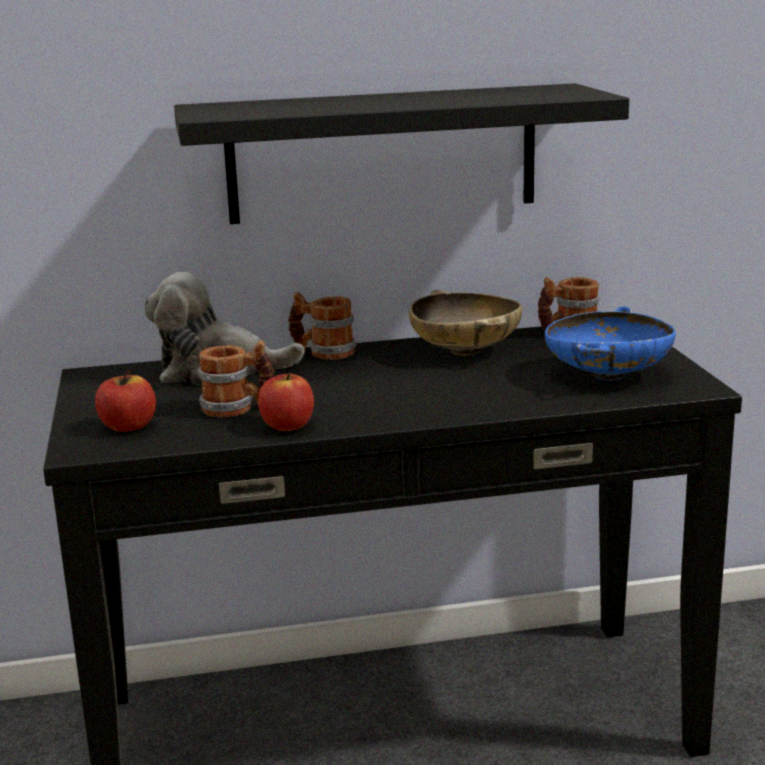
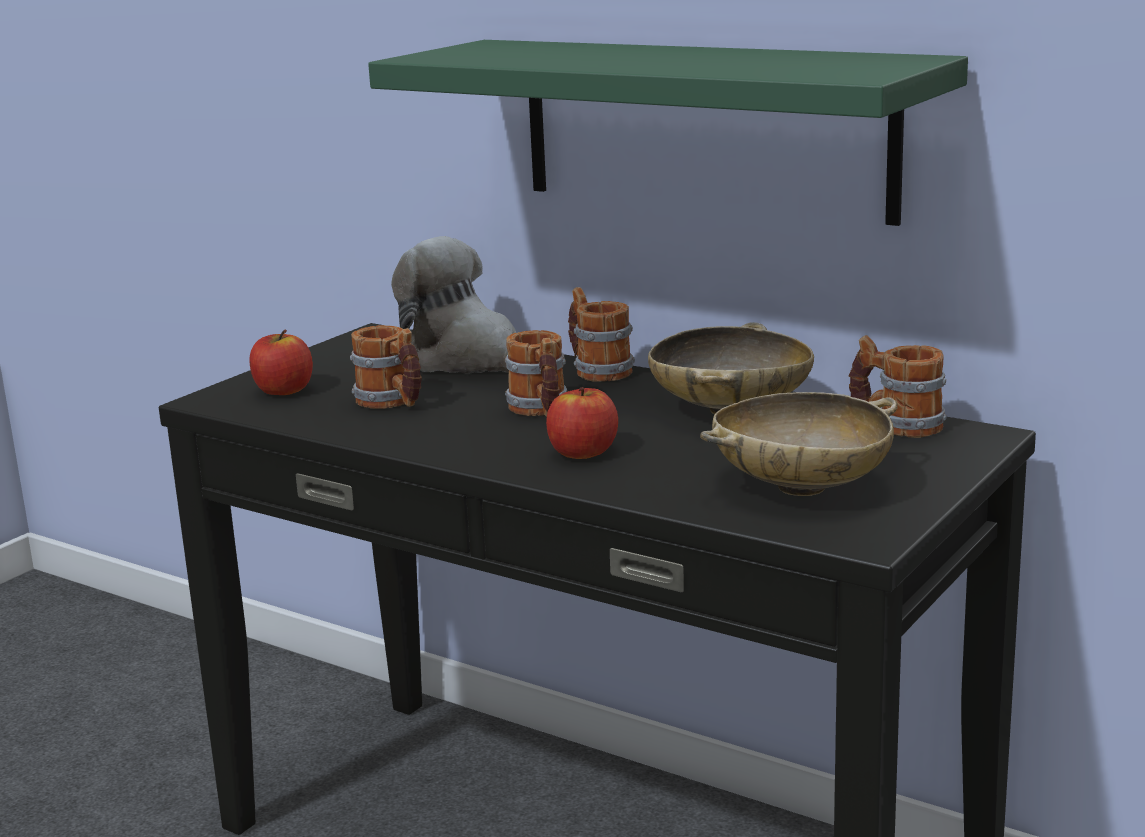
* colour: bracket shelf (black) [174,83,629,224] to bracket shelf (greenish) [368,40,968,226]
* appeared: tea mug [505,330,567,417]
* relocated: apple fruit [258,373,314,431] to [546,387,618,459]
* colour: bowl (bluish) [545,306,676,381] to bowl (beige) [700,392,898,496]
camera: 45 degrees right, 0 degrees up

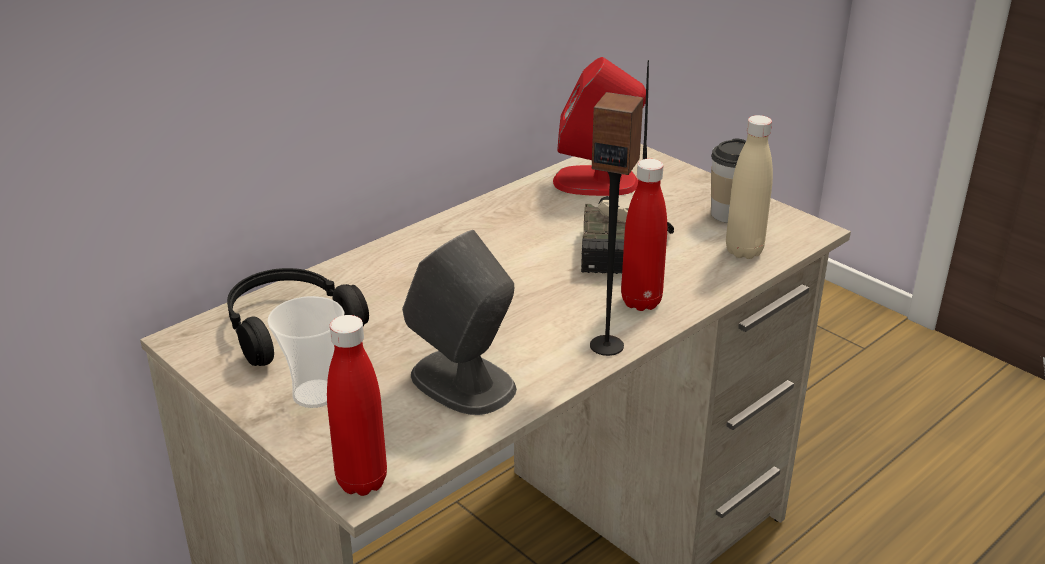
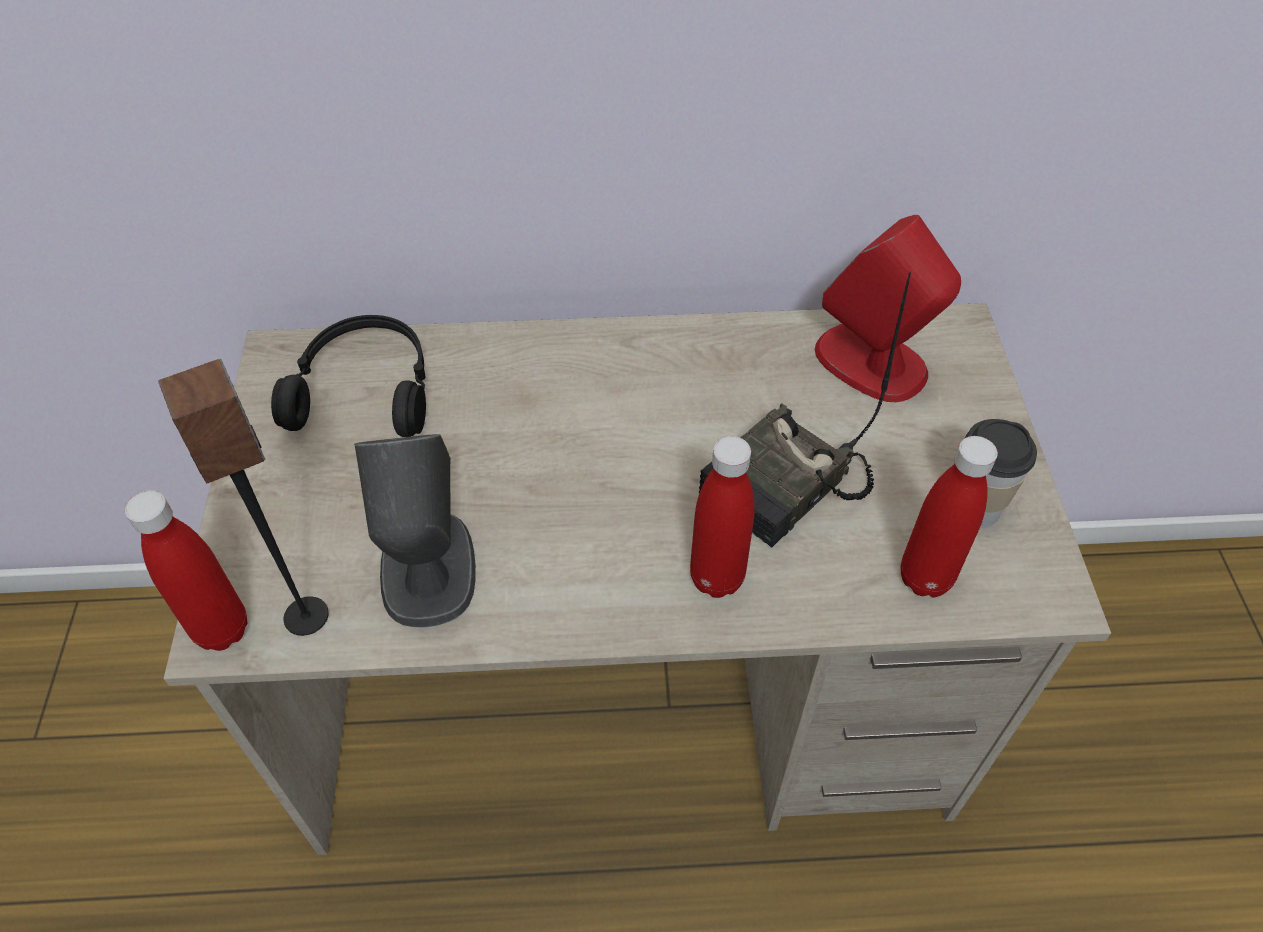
* relocated: loudspeaker [590,92,643,356] to [158,359,329,636]
* colour: beverage bottle (beige) [726,115,773,259] to beverage bottle (red) [901,436,998,597]
* missing: drinking cup [267,296,344,408]
camera: 40 degrees right, 20 degrees up

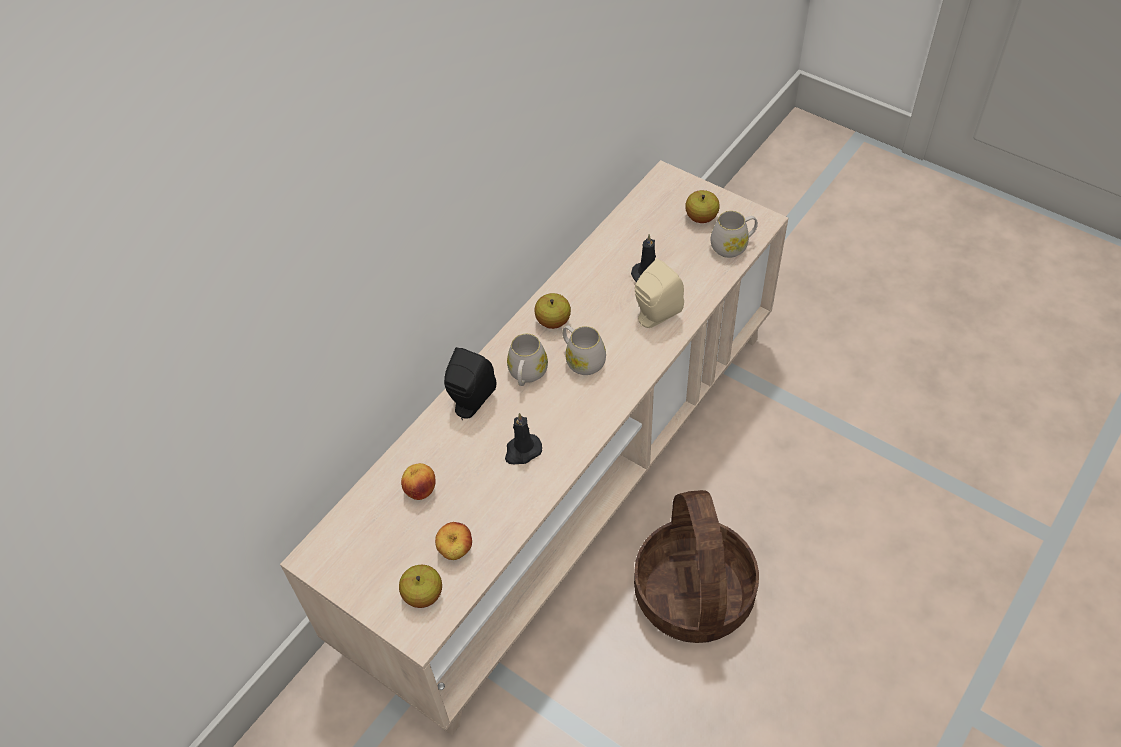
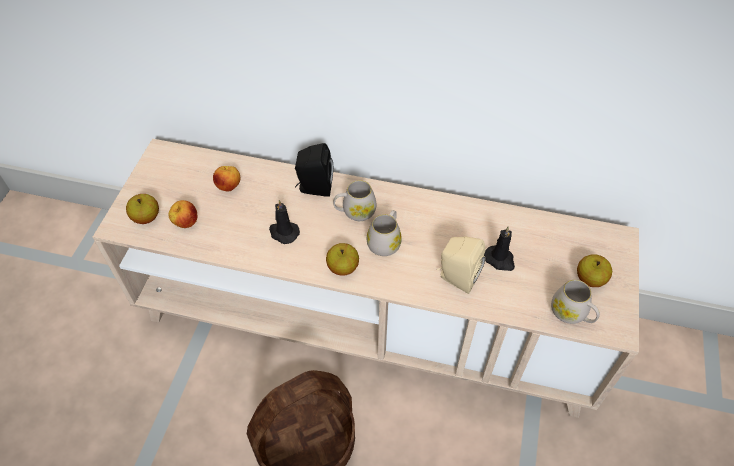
* relocated: apple fruit [534,293,571,329] to [326,243,359,276]
camera: 65 degrees right, 0 degrees up

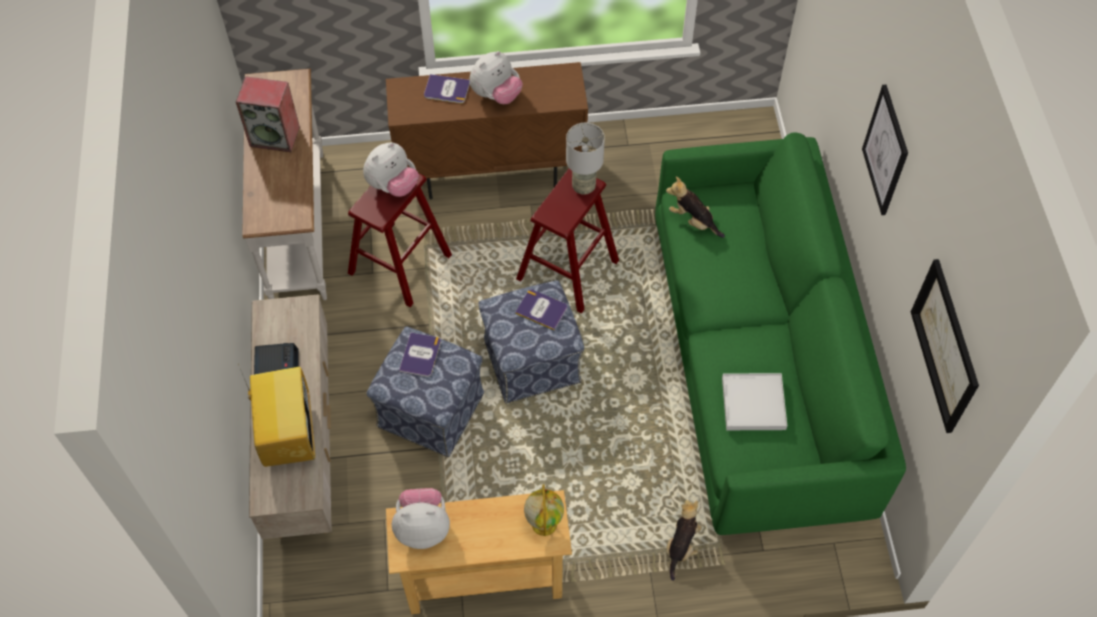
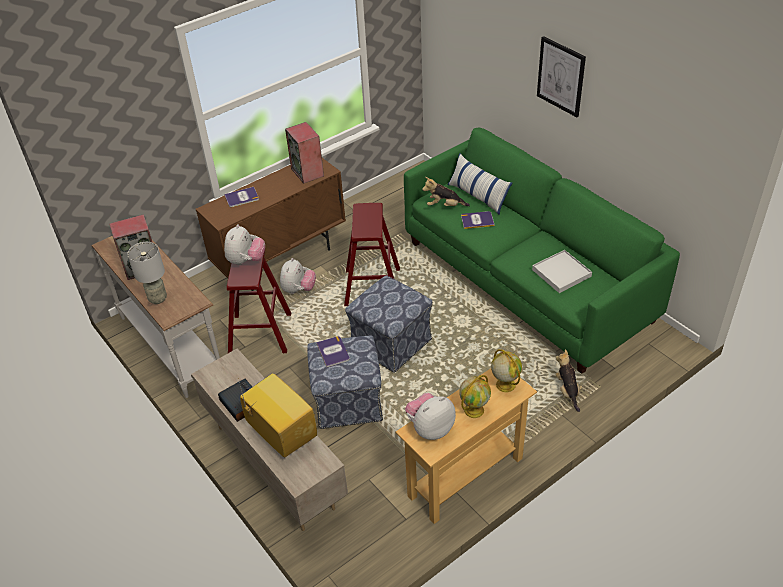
* relocated: tabletop lamp (grey) [566,123,605,195] to [127,242,167,304]
* relocated: soft toy [470,51,523,104] to [280,258,316,294]
* appeared: loudspeaker [285,122,324,184]
* appeared: pillow [447,153,512,215]
* appeared: desk globe [459,375,491,418]
* relocated: book [515,289,567,331] to [461,211,495,229]
* missing: wall picture [911,259,979,433]
camera: 30 degrees left, 15 degrees down

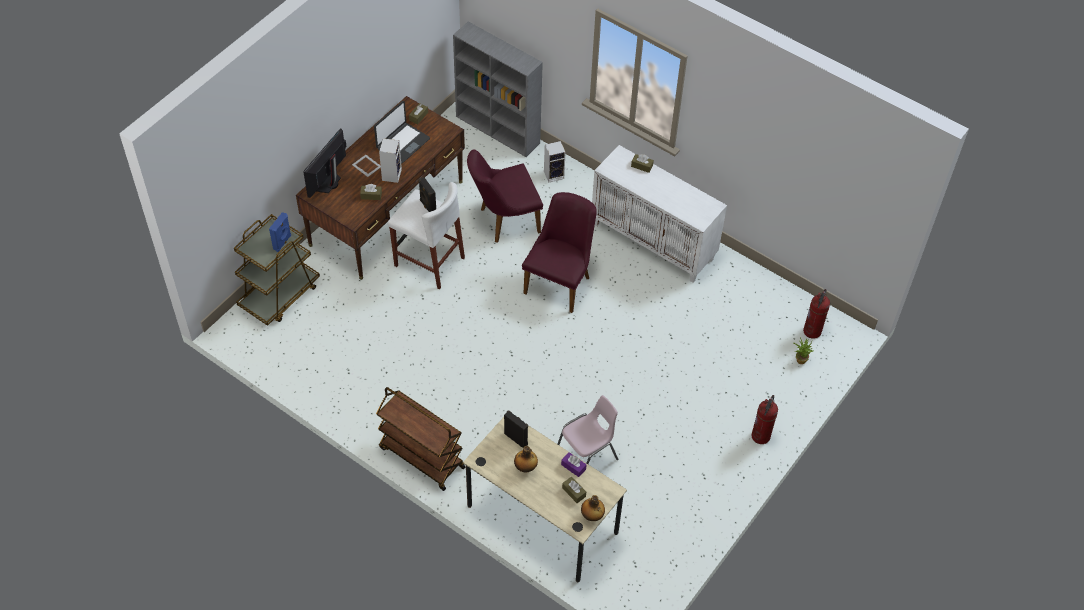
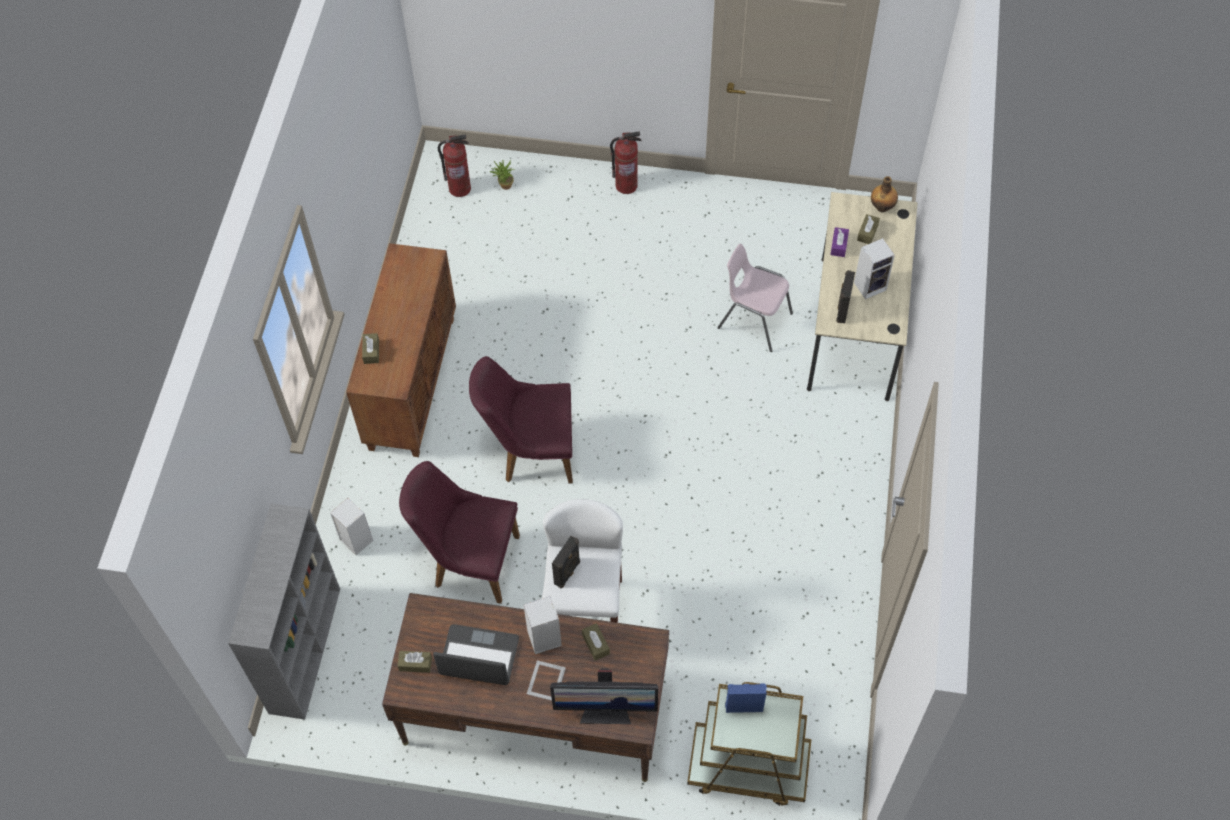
* colour: cupboard (white) [592,145,727,283] to cupboard (brown-coloured) [346,243,456,457]
* spun: chair (purple-coloured) [467,149,543,243] = [399,461,520,604] 150 degrees clockwise
* exchanged: beverage bottle [514,446,538,473] to loudspeaker [854,238,895,299]
* missing: wheeled cart (brown-coloured) [376,387,465,491]
camera: 115 degrees left, 5 degrees up

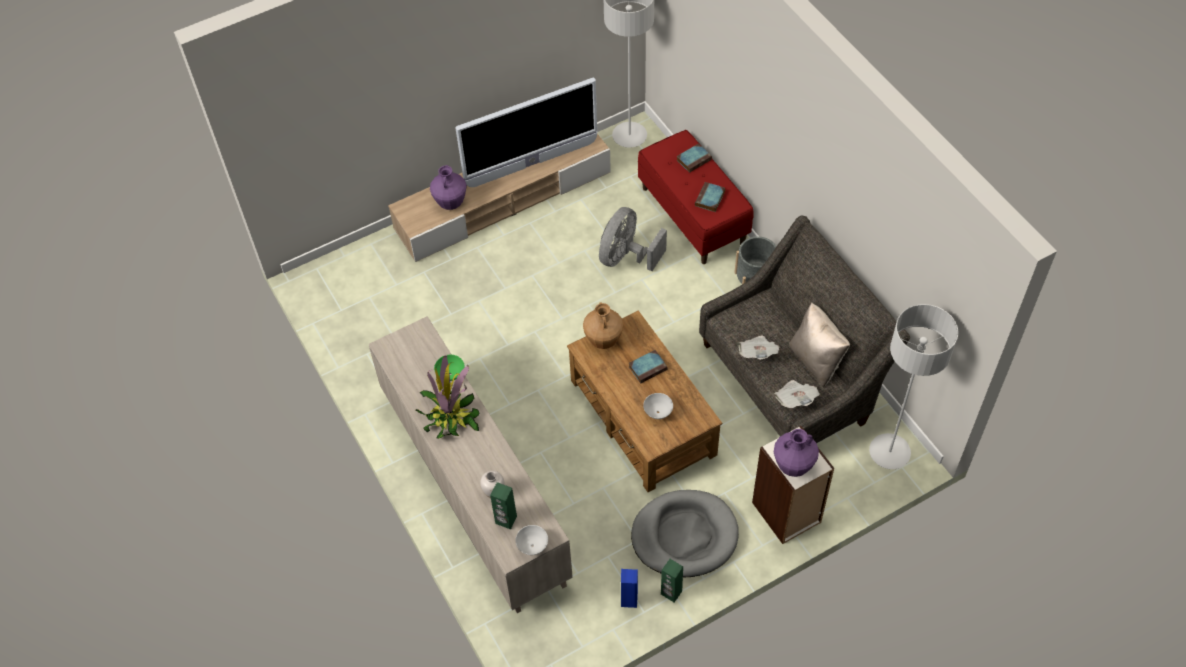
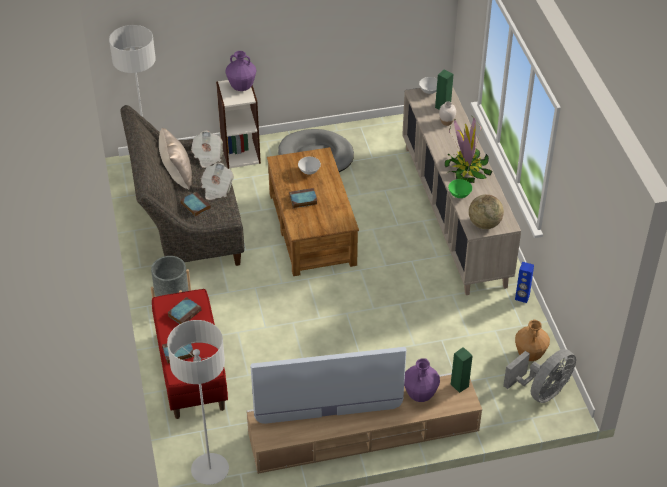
* appeared: book [181,192,211,217]
* relocated: loudspeaker (greenish) [661,559,683,602] to [451,347,473,393]
* appeared: desk globe [469,194,504,229]
* relocated: cooling fan (grey) [599,207,667,271] to [503,349,576,403]
* relocated: loudspeaker (bluish) [621,569,638,608] to [515,262,534,303]
* relocated: flower vase (brown-coloured) [583,302,623,349] to [515,320,550,361]
camera: 165 degrees left, 10 degrees down

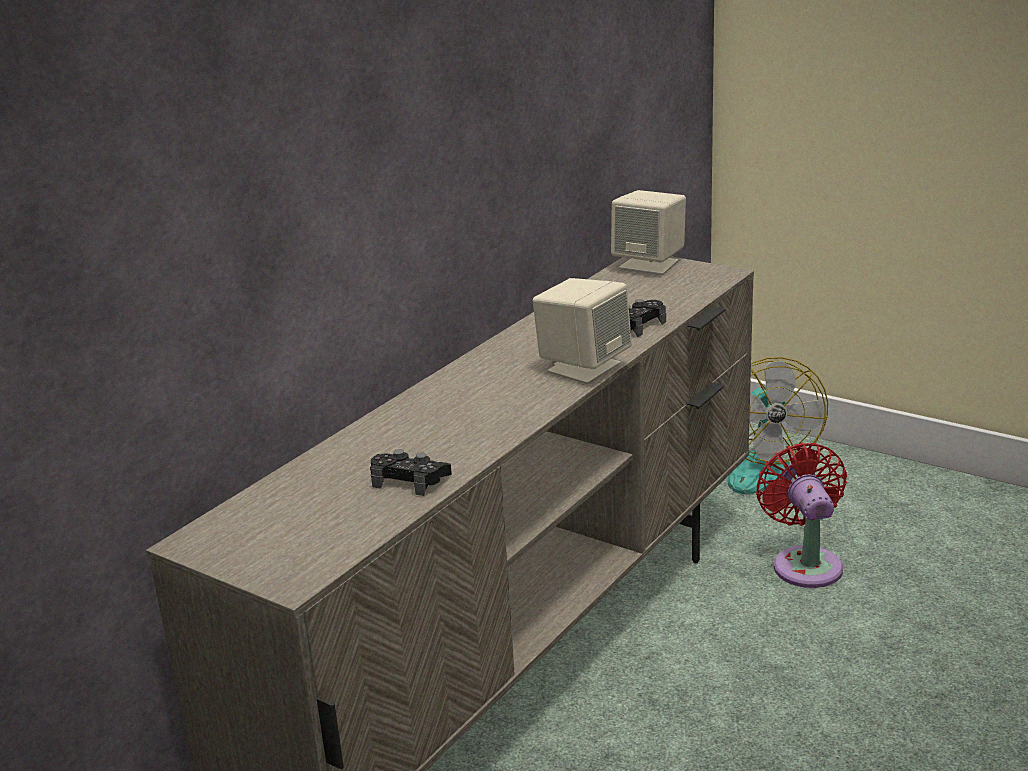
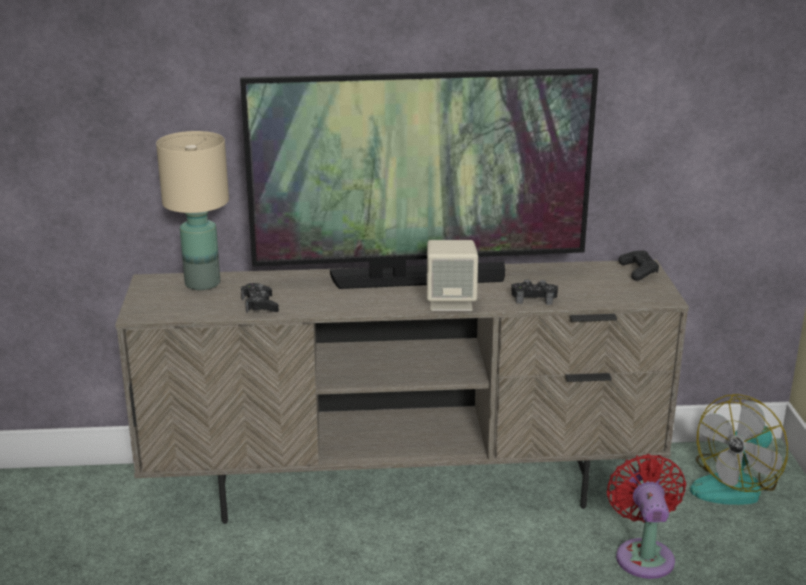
* appeared: tabletop lamp (beige) [156,131,229,290]
* appeared: TV [240,68,599,289]
* spun: cooling fan (red) [756,442,847,588] = [607,454,686,579] 45 degrees counterclockwise
* exchanged: loudspeaker (beige) [611,190,686,275] to joypad (black) [618,250,659,281]
camera: 50 degrees right, 0 degrees up

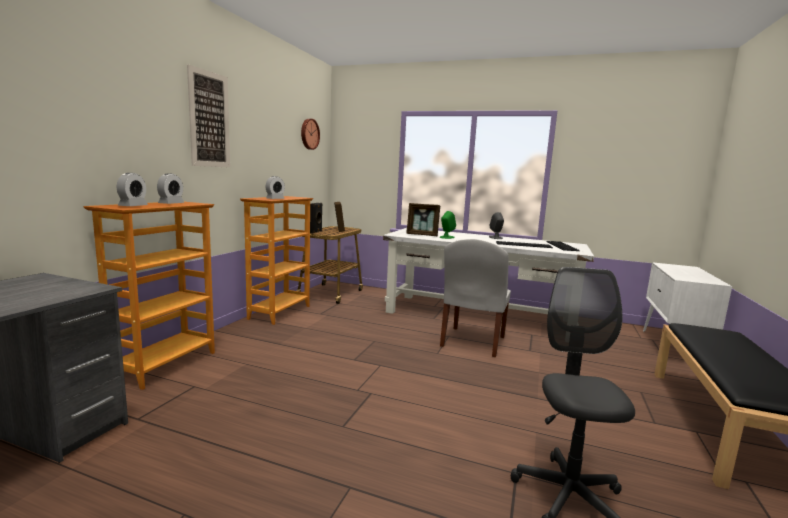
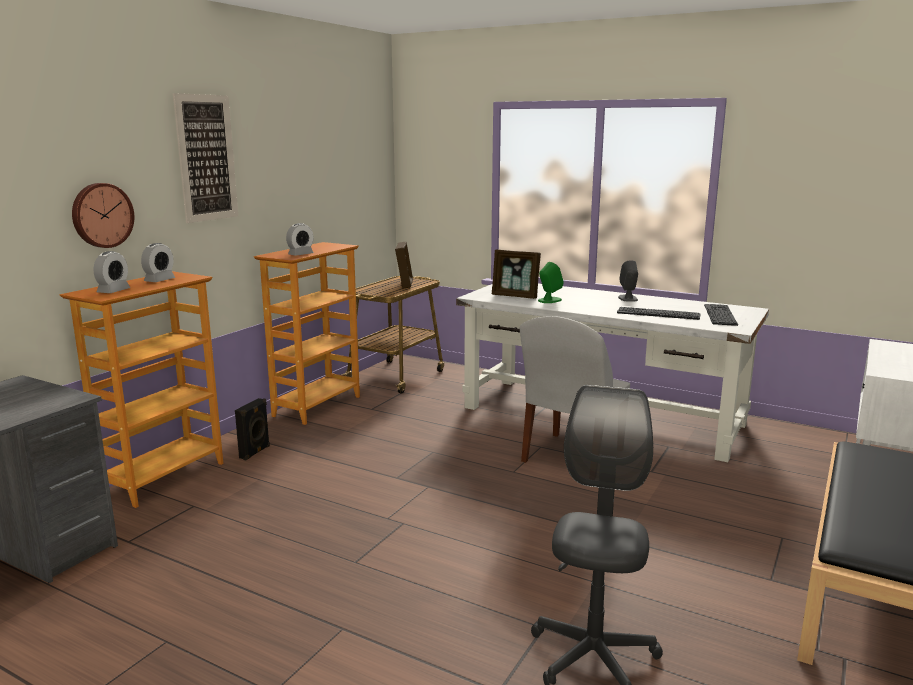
* relocated: hanging clock [301,119,320,150] to [72,183,134,248]
* relocated: loudspeaker (black) [310,203,323,233] to [235,398,270,460]
camera: 10 degrees right, 5 degrees up

